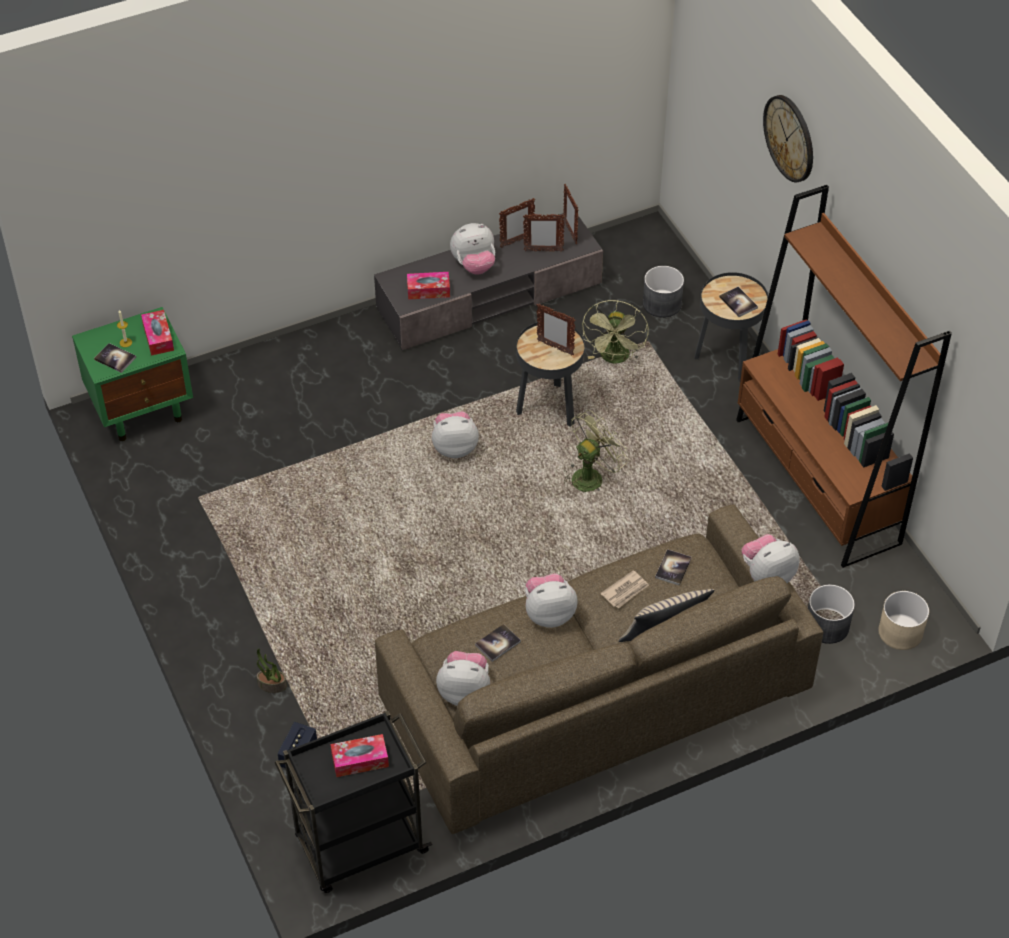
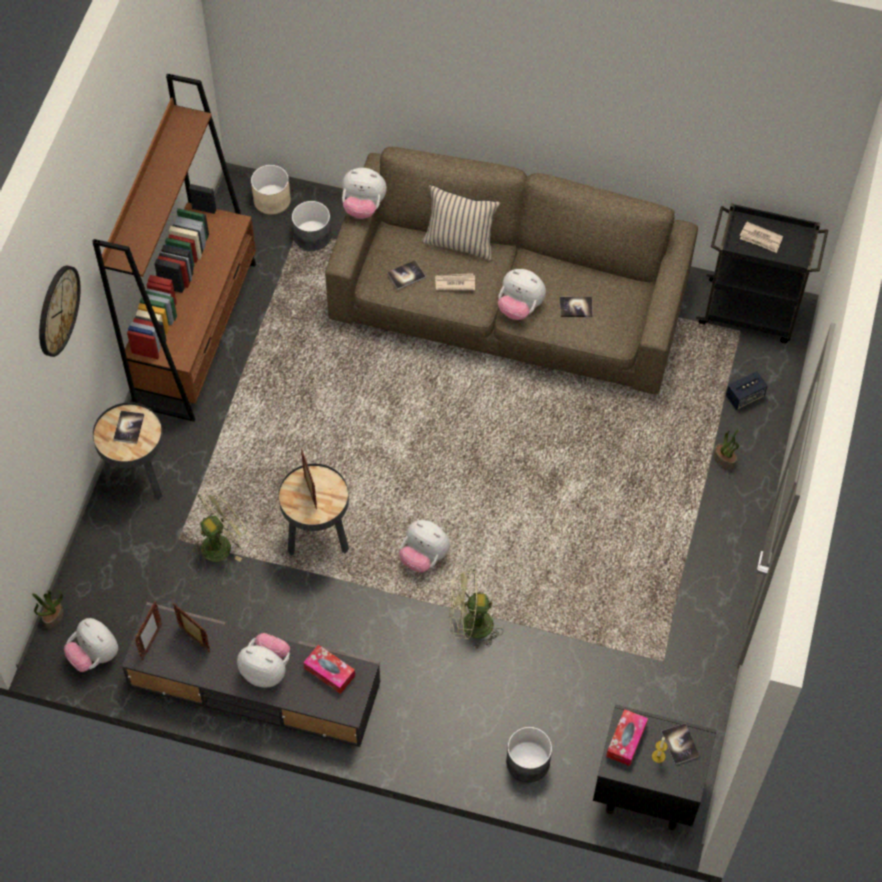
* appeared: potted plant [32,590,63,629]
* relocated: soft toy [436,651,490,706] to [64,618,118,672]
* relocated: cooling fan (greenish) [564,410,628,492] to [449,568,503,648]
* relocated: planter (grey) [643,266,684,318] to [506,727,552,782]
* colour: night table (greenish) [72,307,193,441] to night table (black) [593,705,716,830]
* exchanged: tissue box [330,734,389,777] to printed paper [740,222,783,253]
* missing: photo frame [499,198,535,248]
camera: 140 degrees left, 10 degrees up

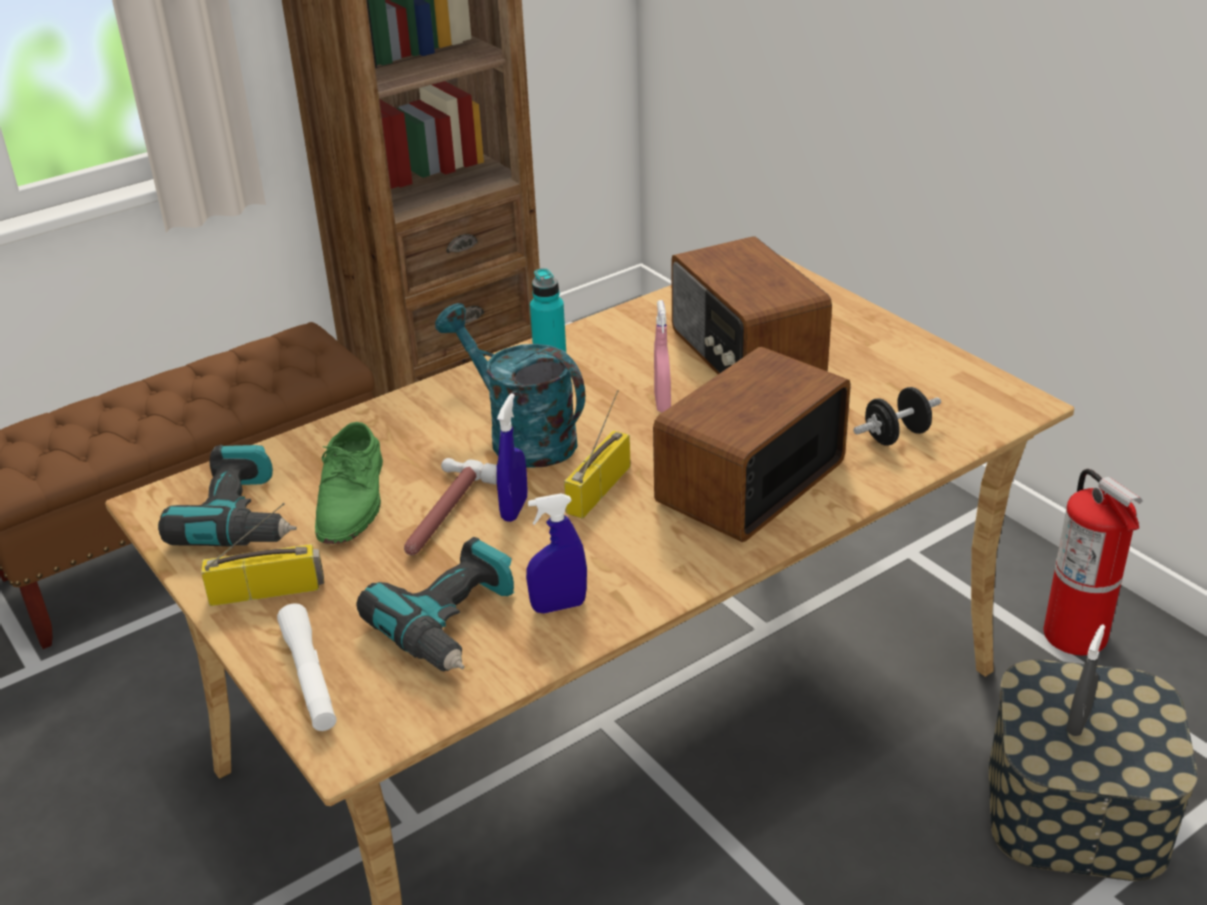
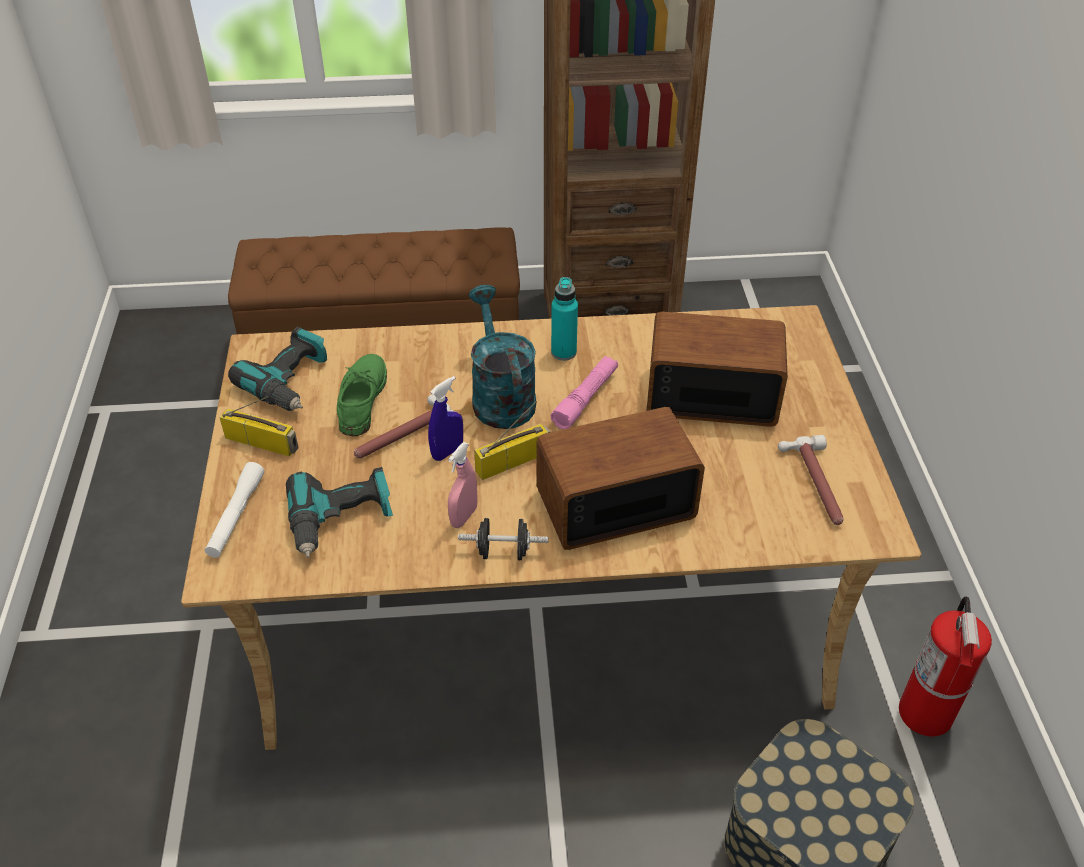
* spun: low shoe (greenish) [315,422,383,544] = [337,354,387,436] 150 degrees clockwise
* relocated: sprayer (pink-coloured) [654,300,671,412] to [448,442,478,528]
* relocated: free weight (black) [854,387,941,446] to [458,518,548,560]
* appeared: hand torch (pink-coloured) [551,356,618,429]
* spun: radio set [671,236,832,374] = [646,312,788,427] 90 degrees clockwise
* appeared: tool hammer [778,435,844,525]
* missing: sprayer (bluish) [526,493,587,614]
* missing: sprayer (grey) [1067,624,1105,736]
camera: 30 degrees right, 10 degrees up

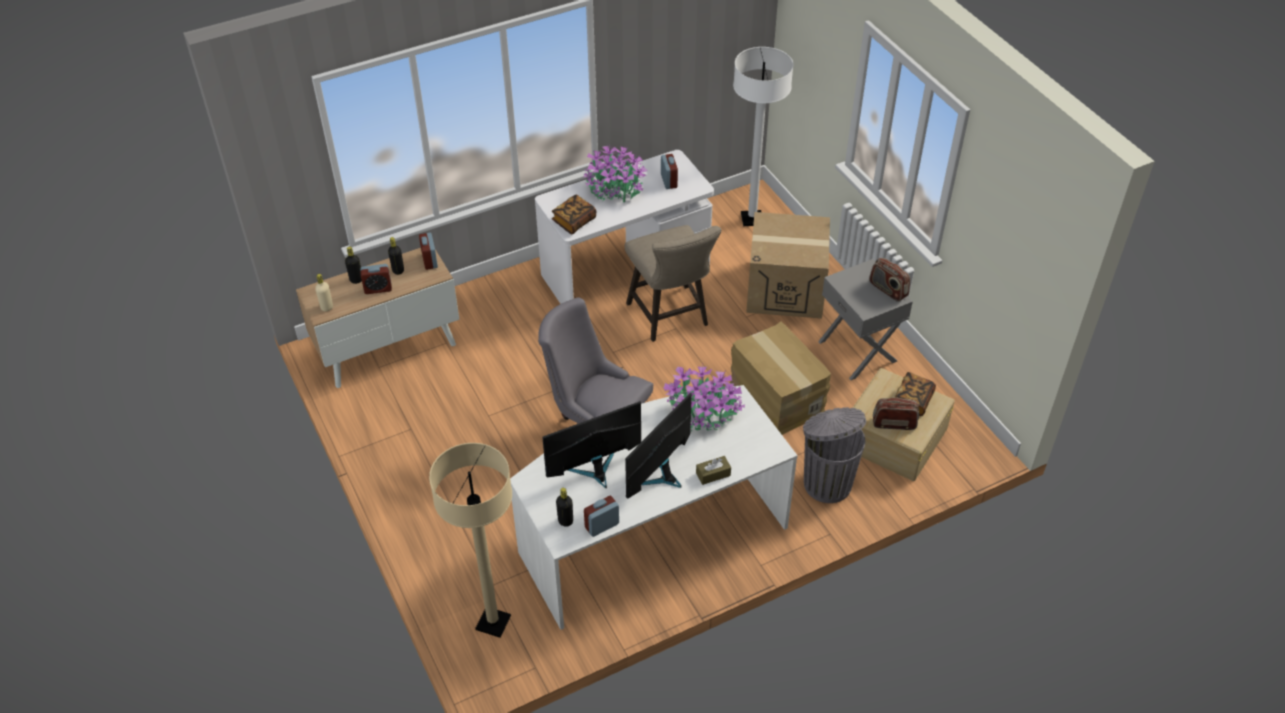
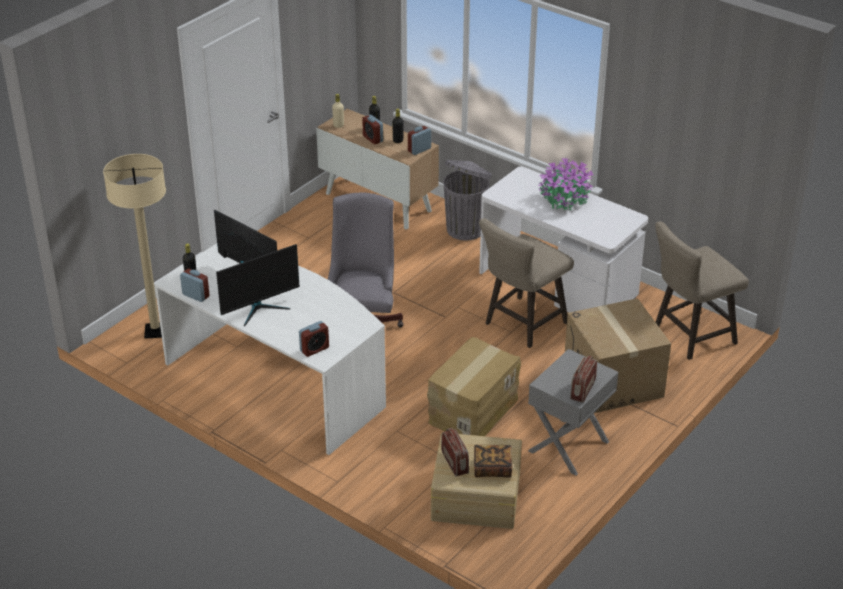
* spun: monitor [625,393,692,498] = [216,244,300,326] 135 degrees clockwise
* relocated: alarm clock [661,154,678,189] to [299,321,329,357]
* relocated: rubbish bin (grey) [803,407,866,503] to [443,160,492,241]
* exchanged: standard lamp (white) [733,47,793,226] to stool (beige) [655,222,749,360]
* missing: book [552,194,596,234]
* missing: potted plant [663,367,745,432]
* missing: tissue box (brown-coloured) [696,456,731,485]
camera: 65 degrees right, 10 degrees down

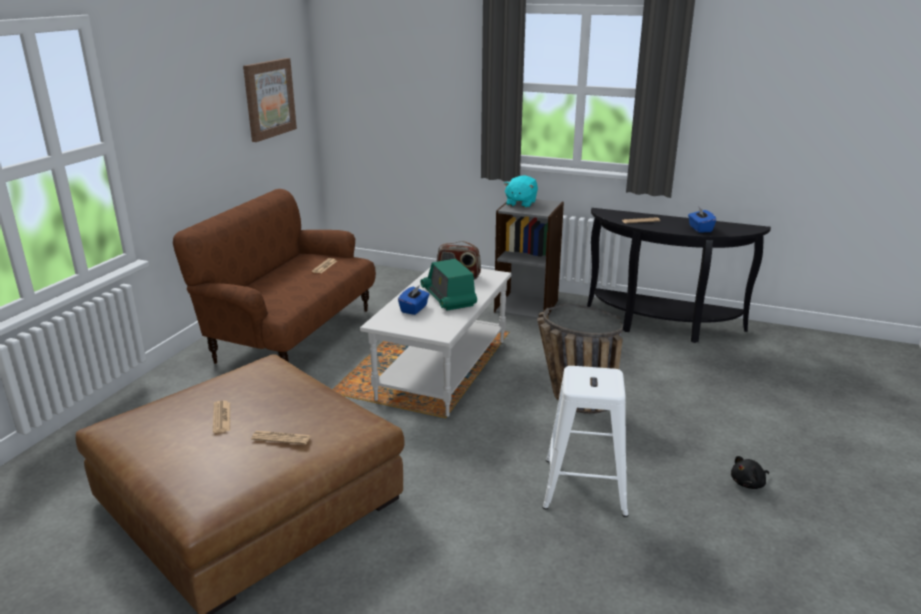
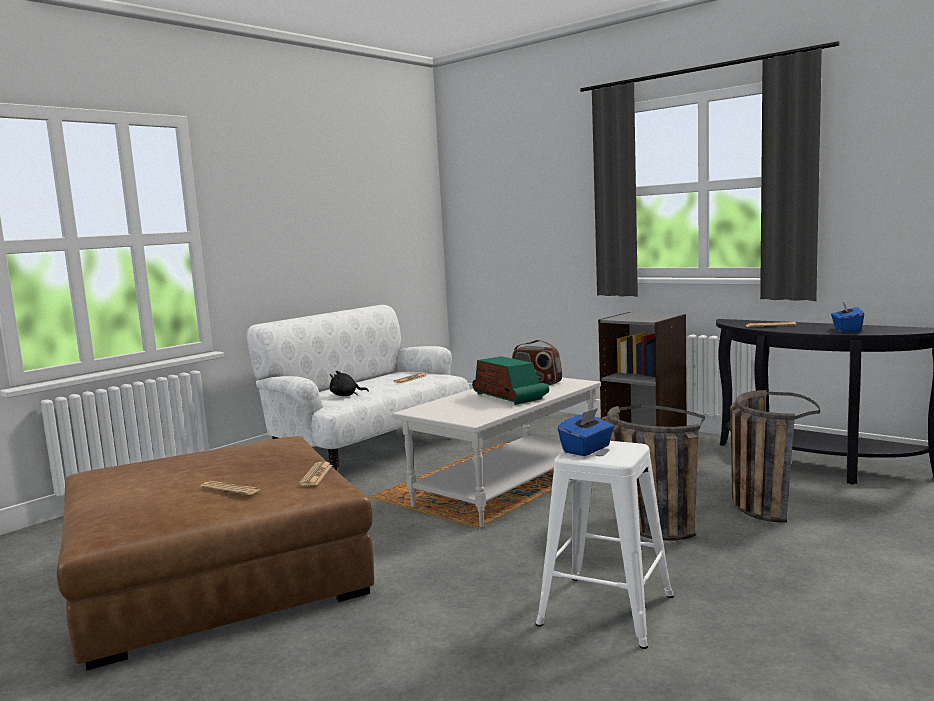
* colour: sofa (brown-coloured) [173,189,376,364] to sofa (white) [246,305,470,471]
* relocated: printed paper [213,400,230,433] to [299,461,332,486]
* relocated: soft toy (black) [731,456,769,489] to [330,371,369,396]
* spun: radio set [421,259,477,311] = [472,356,549,405] 150 degrees clockwise
* relocated: tissue box (bluish) [398,285,429,315] to [558,408,614,456]
* appeared: basket [730,390,820,523]
* missing: wall picture [243,58,297,142]
* missing: soft toy (turquoise) [504,175,538,208]
camera: 20 degrees right, 15 degrees down

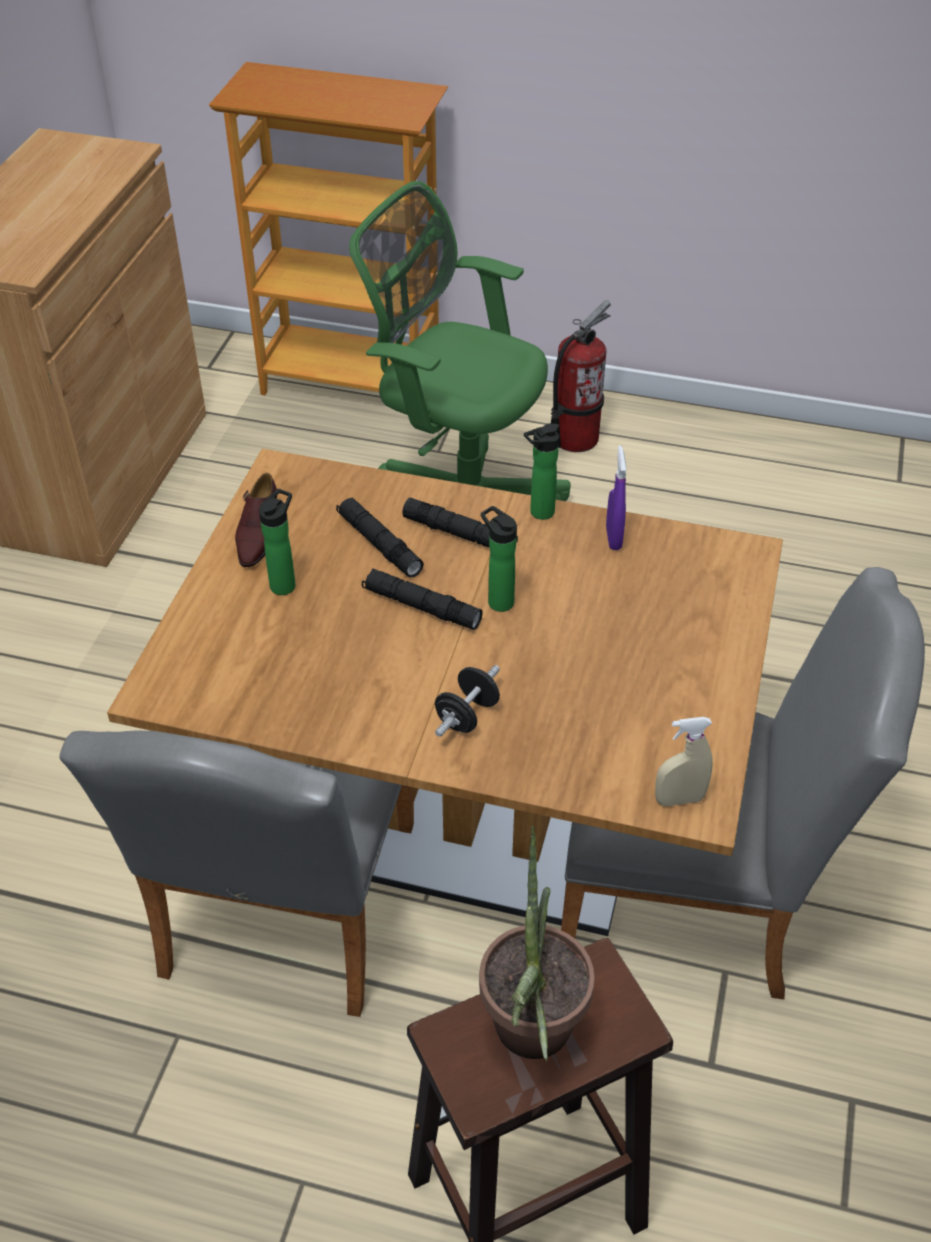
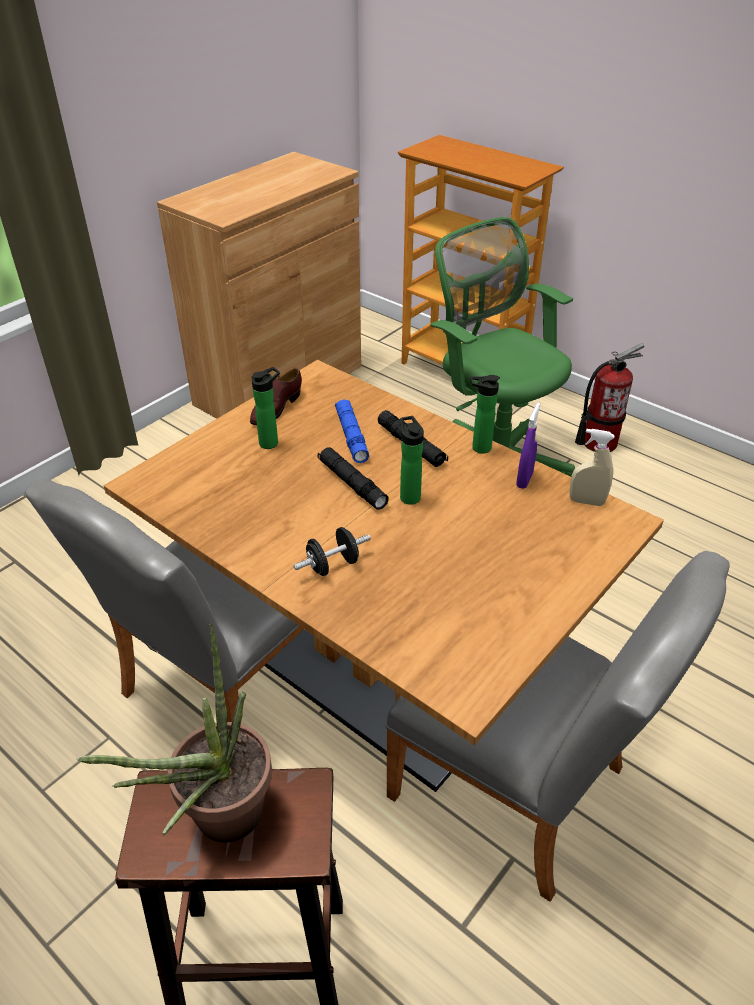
* colour: hand torch (black) [336,497,424,578] to hand torch (bluish) [335,399,369,463]
* relocated: sprayer (beige) [655,717,713,806] to [570,429,614,506]
camera: 25 degrees right, 5 degrees down

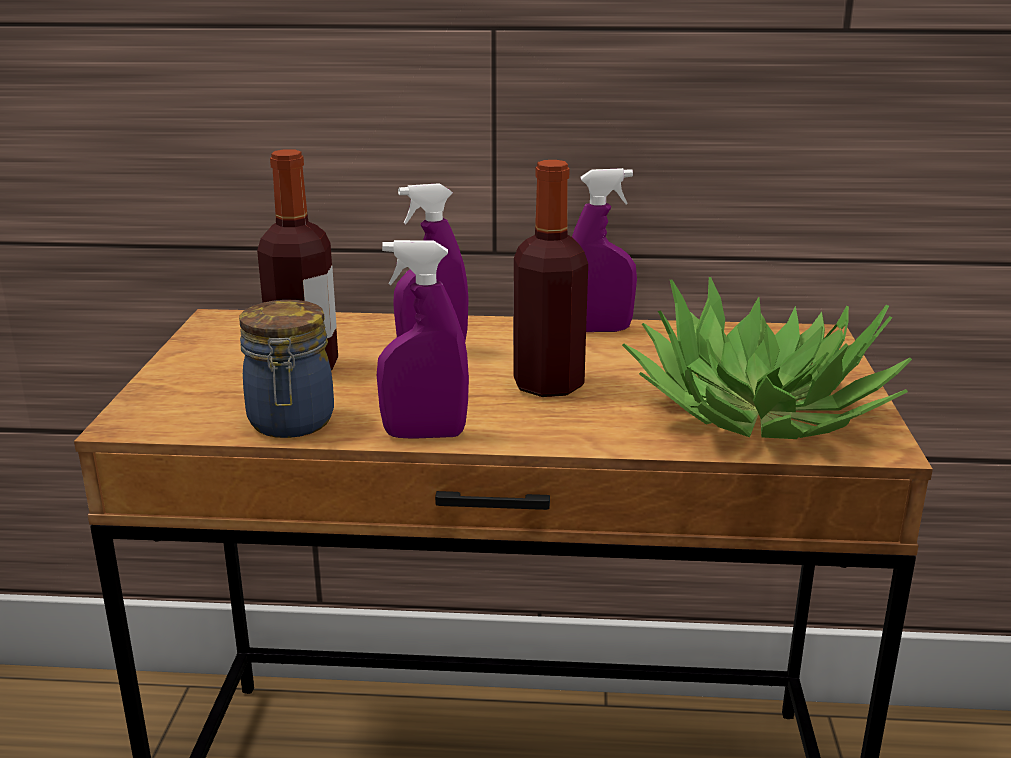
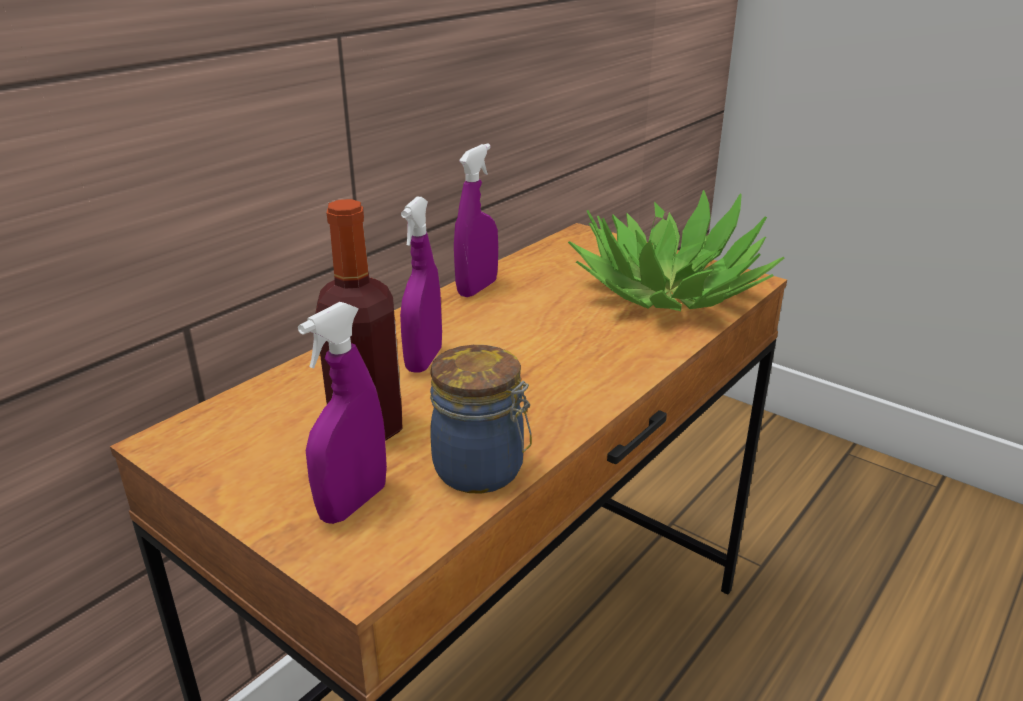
* relocated: sprayer (purple-coloured) [377,240,469,439] to [298,302,387,524]
* missing: beverage bottle [513,160,588,397]
camera: 55 degrees left, 5 degrees up

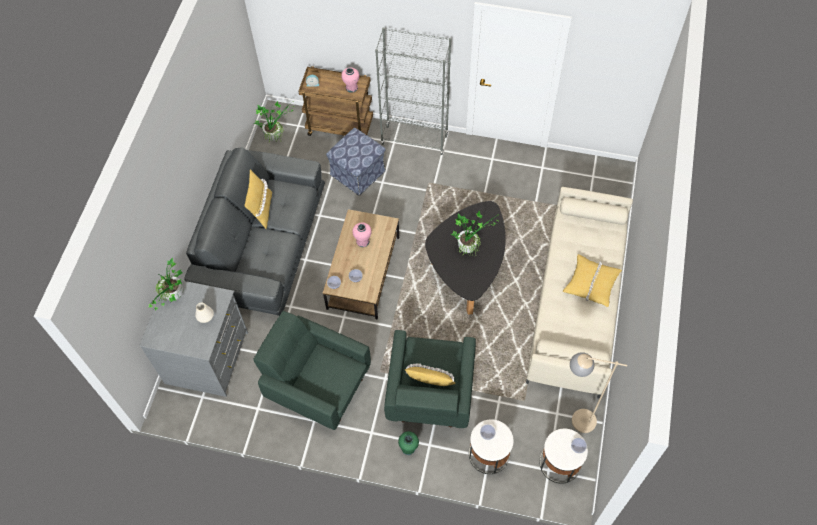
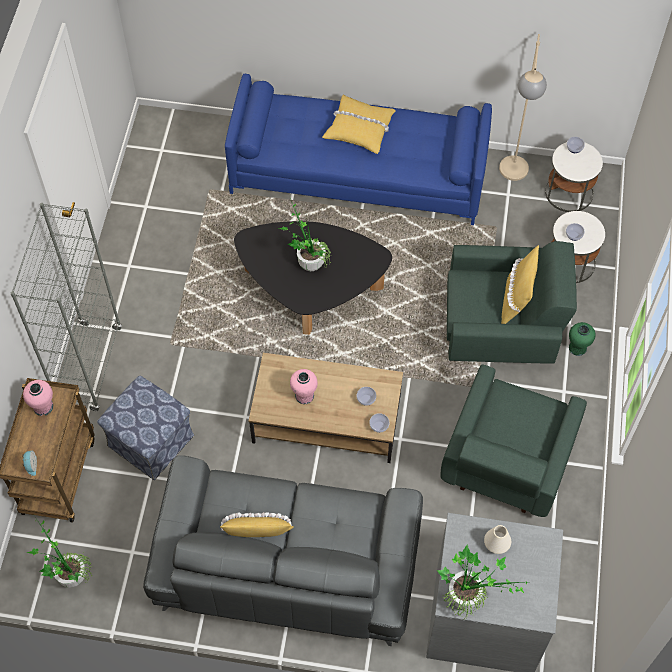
* colour: sofa (beige) [526,187,633,398] to sofa (bluish) [225,74,492,225]
camera: 95 degrees left, 0 degrees up

